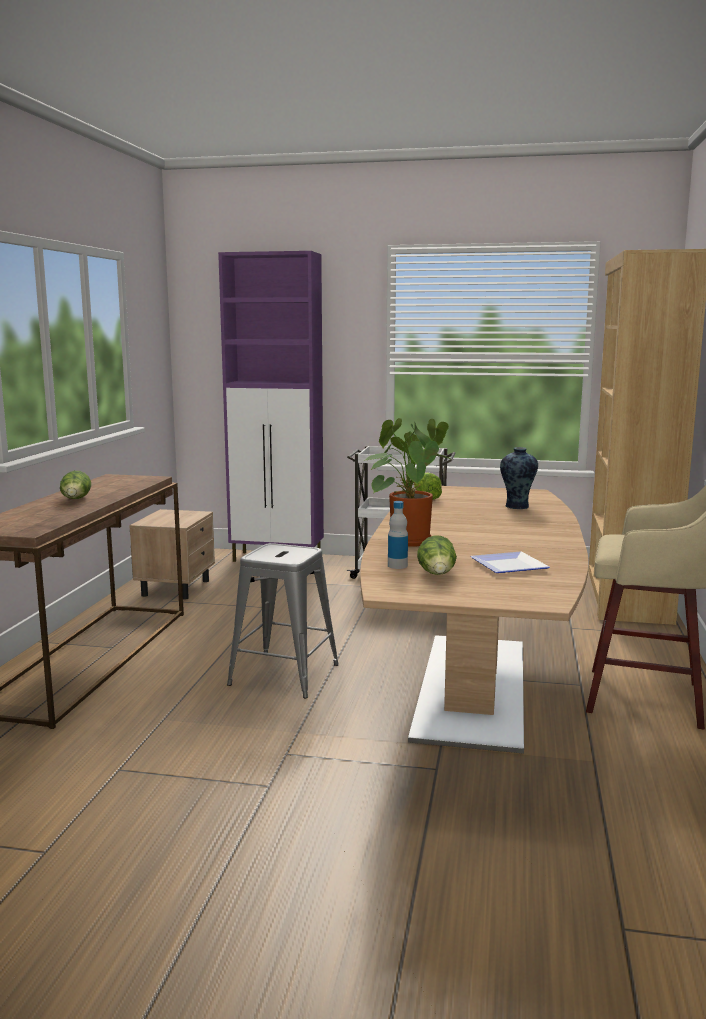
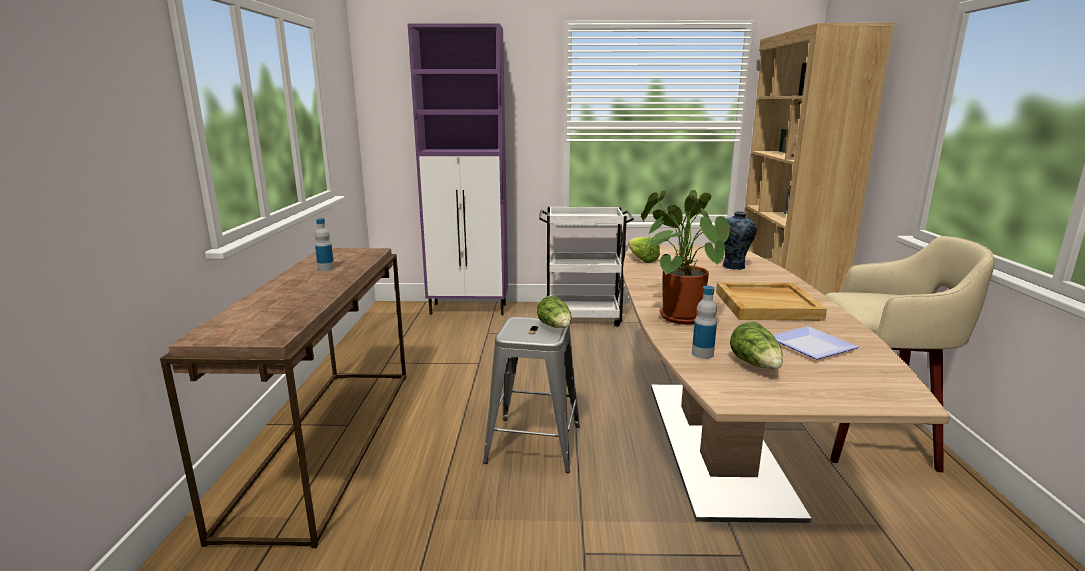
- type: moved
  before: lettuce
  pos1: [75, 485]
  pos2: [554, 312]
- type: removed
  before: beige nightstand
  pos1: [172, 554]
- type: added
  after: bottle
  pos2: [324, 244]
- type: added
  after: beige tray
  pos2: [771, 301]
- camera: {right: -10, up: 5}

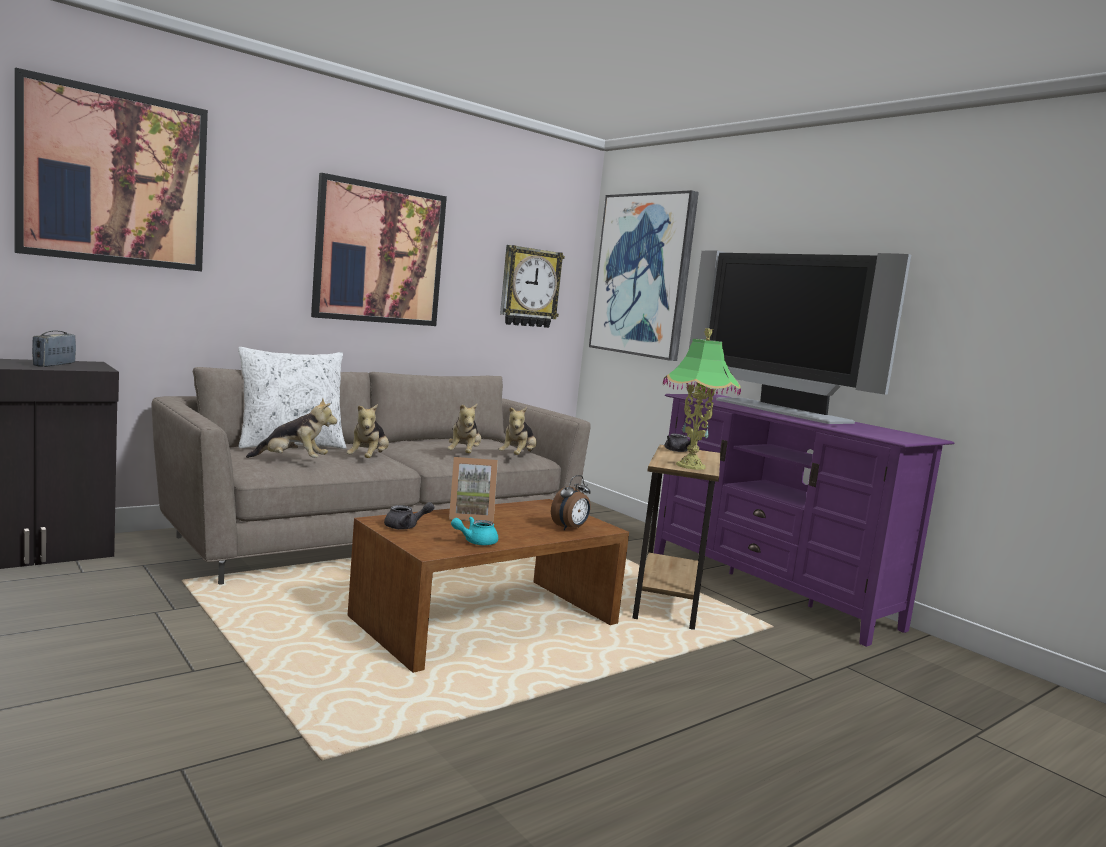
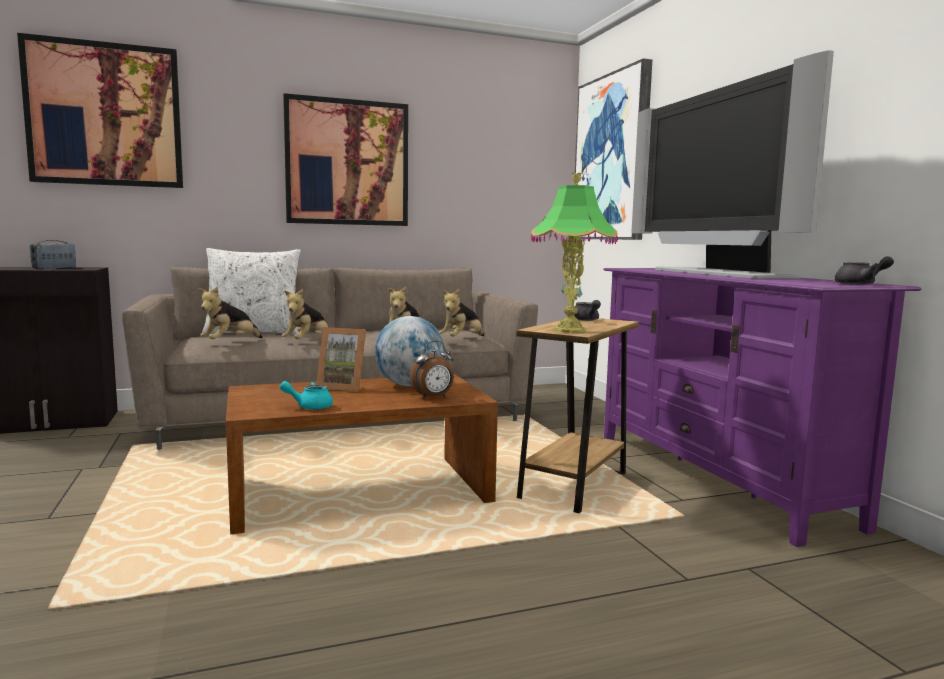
- type: removed
  before: wall clock
  pos1: [532, 286]
- type: turned
  before: plush toy
  pos1: [291, 428]
  pos2: [231, 313]
  turn: 105
- type: moved
  before: grey teapot
  pos1: [409, 516]
  pos2: [864, 270]
- type: added
  after: globe
  pos2: [410, 351]
- camera: {right: 20, up: 0}

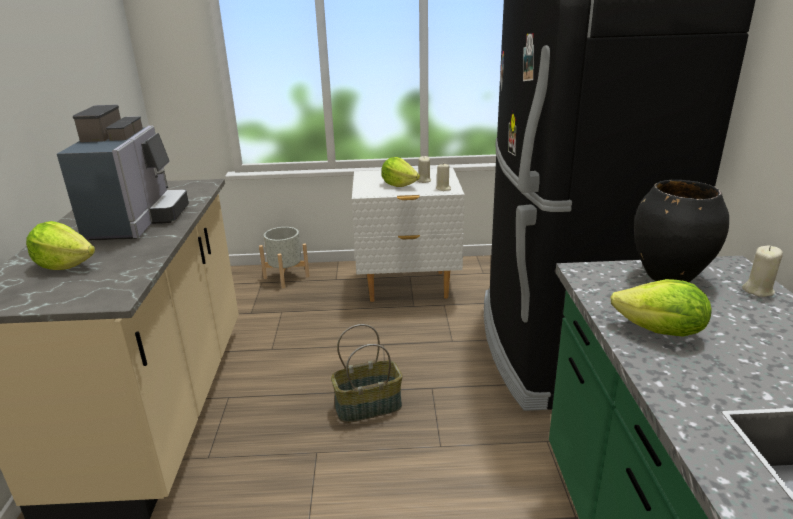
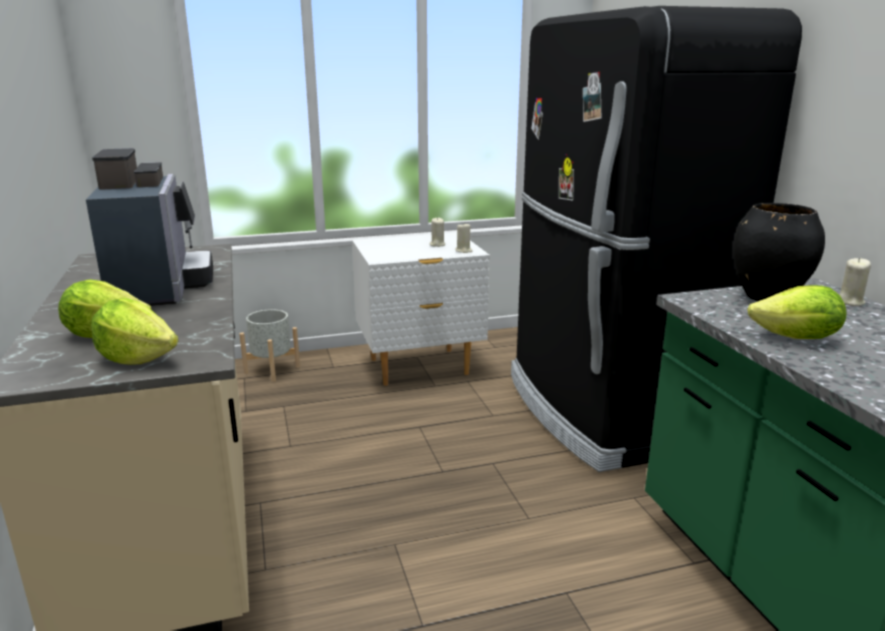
- type: moved
  before: lettuce
  pos1: [400, 172]
  pos2: [135, 331]
- type: removed
  before: basket
  pos1: [367, 373]
- camera: {right: -15, up: -5}

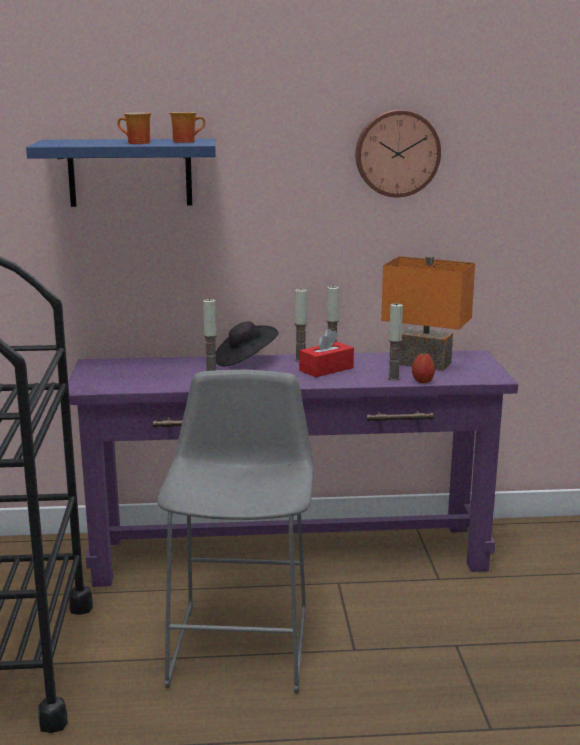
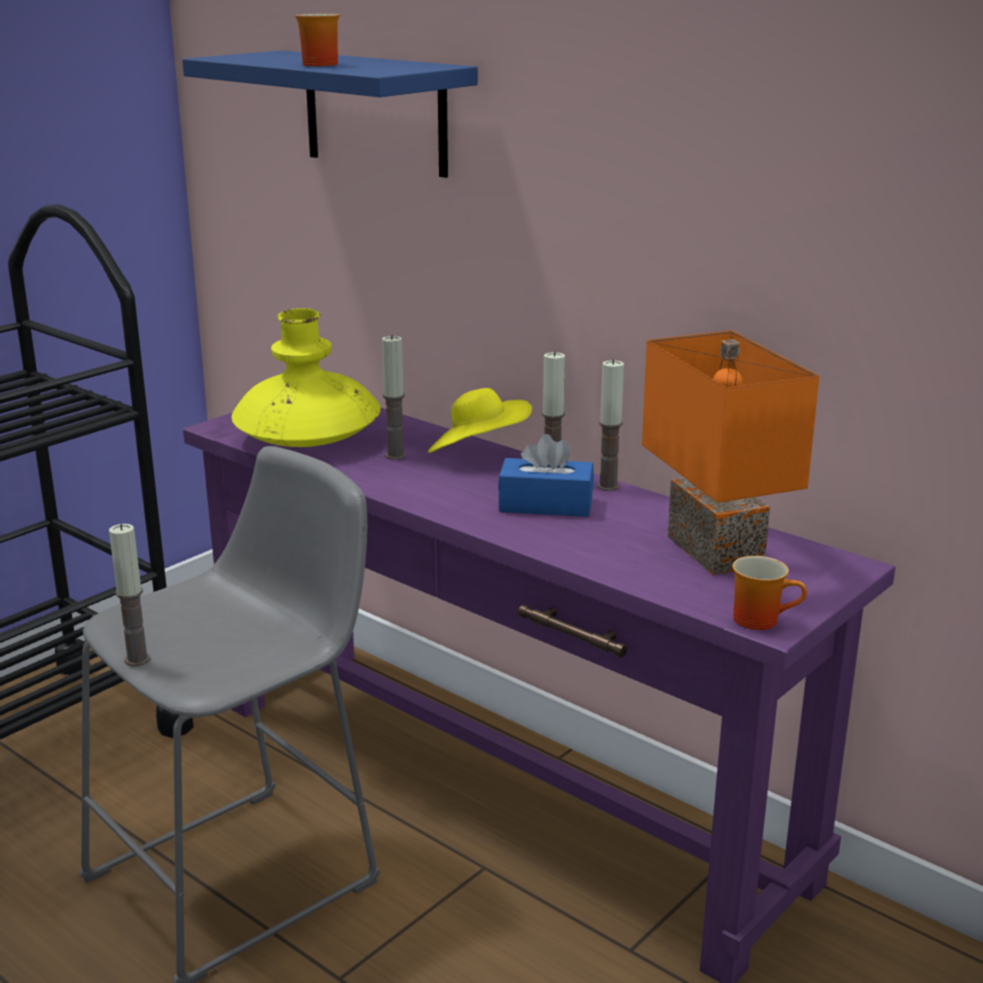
- type: removed
  before: wall clock
  pos1: [398, 153]
- type: moved
  before: mug
  pos1: [187, 127]
  pos2: [769, 593]
- type: moved
  before: candle
  pos1: [395, 341]
  pos2: [130, 595]
- type: recoloured
  before: black hat
  after: yellow hat
  pos1: [247, 344]
  pos2: [480, 420]
- type: recoloured
  before: red tissue box
  after: blue tissue box
  pos1: [326, 353]
  pos2: [546, 475]
- type: removed
  before: apple
  pos1: [423, 368]
- type: added
  after: yellow vase
  pos2: [306, 377]
- camera: {right: 45, up: 5}

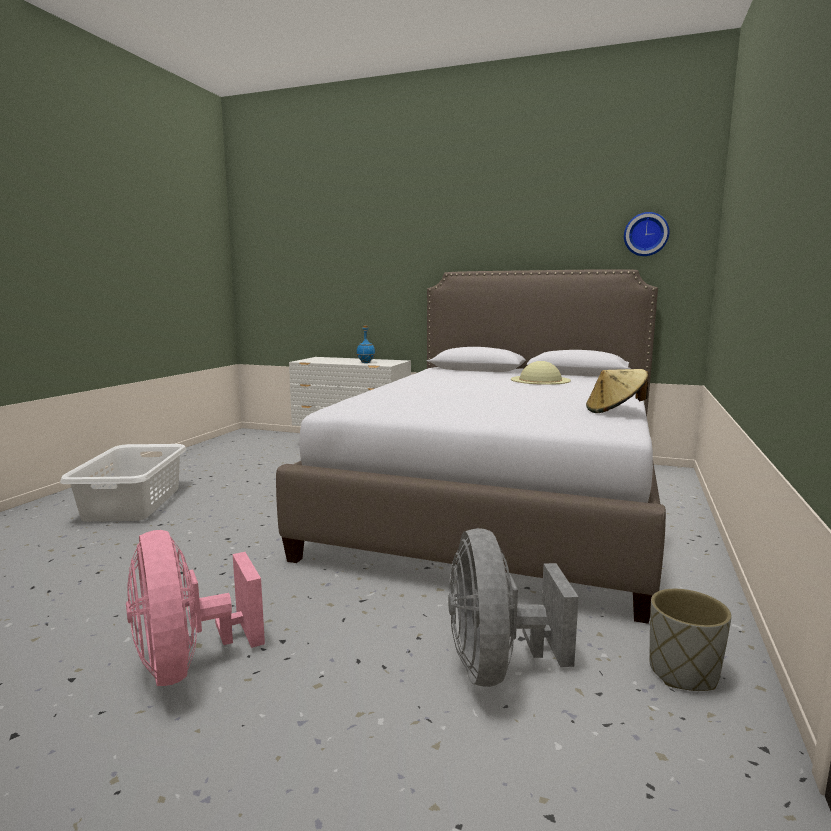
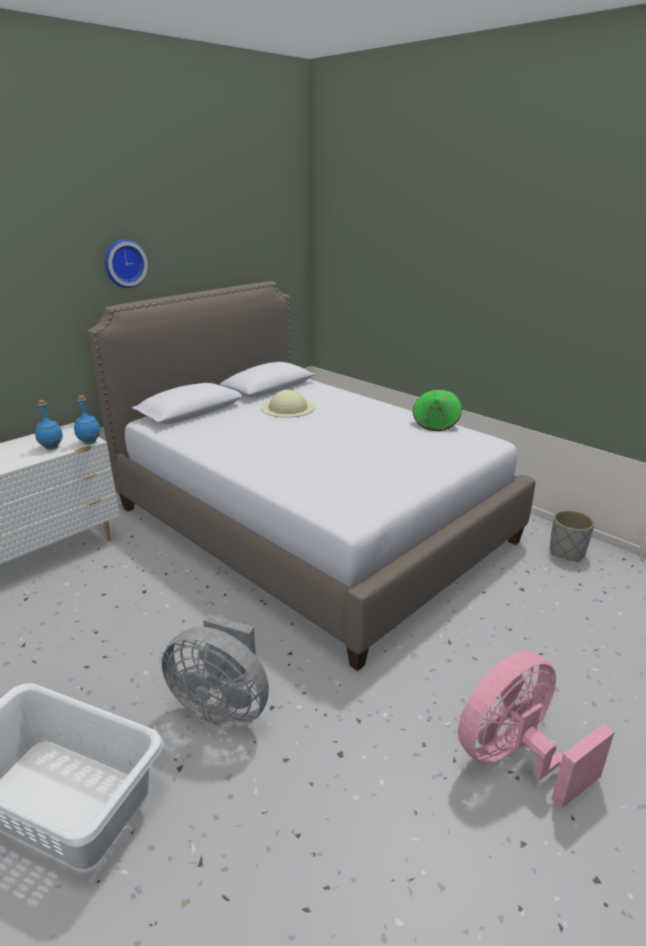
- type: moved
  before: wall clock
  pos1: [646, 234]
  pos2: [126, 263]
- type: recoloured
  before: beige hat
  after: green hat
  pos1: [617, 391]
  pos2: [437, 410]
- type: moved
  before: grey fan
  pos1: [513, 607]
  pos2: [215, 671]
- type: turned
  before: pink fan
  pos1: [195, 608]
  pos2: [536, 730]
  turn: 150
- type: added
  after: blue bottle
  pos2: [87, 419]
- camera: {right: -65, up: 15}

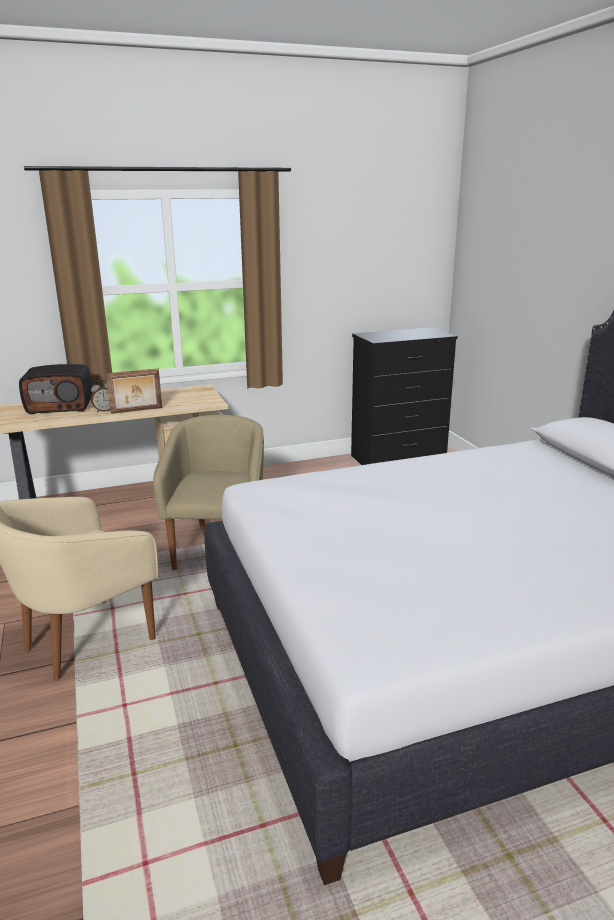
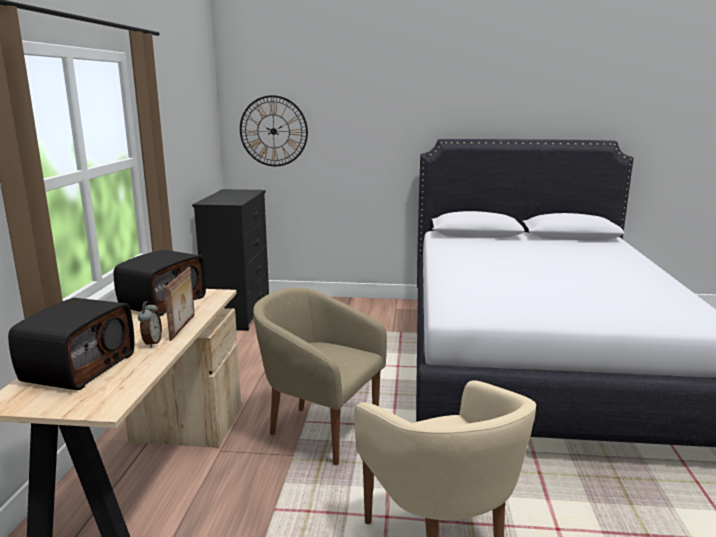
- type: added
  after: wall clock
  pos2: [274, 130]
- type: added
  after: radio
  pos2: [160, 283]
- camera: {right: -65, up: -5}

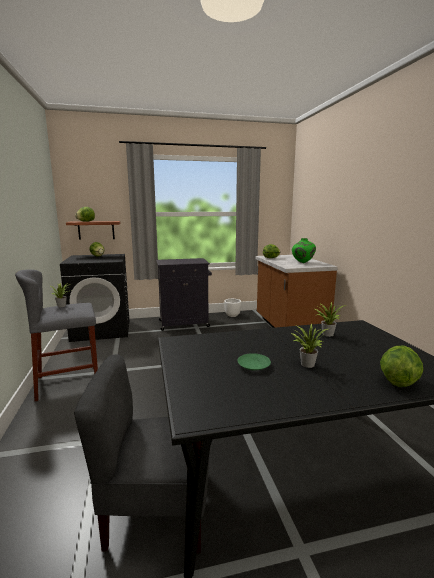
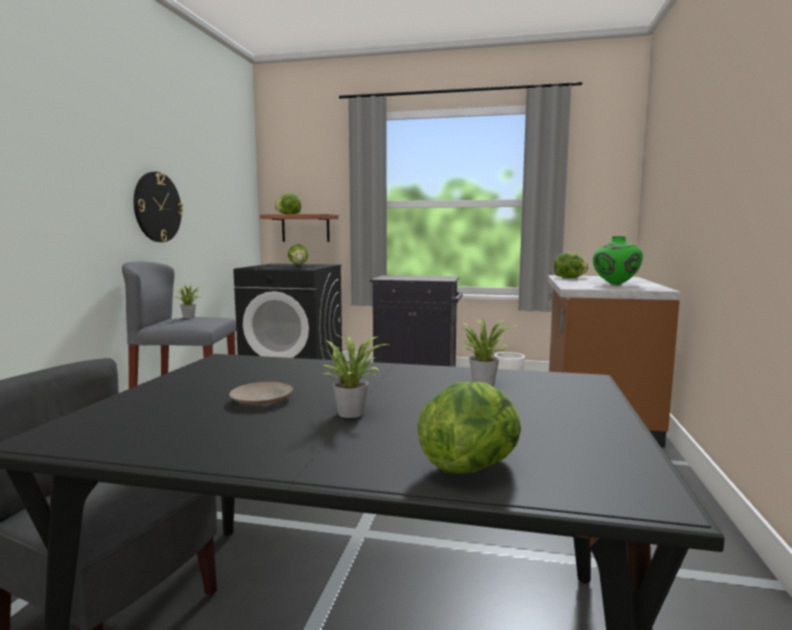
- type: recoloured
  before: green plate
  after: beige plate
  pos1: [254, 361]
  pos2: [261, 393]
- type: added
  after: wall clock
  pos2: [158, 207]
- camera: {right: 25, up: -5}

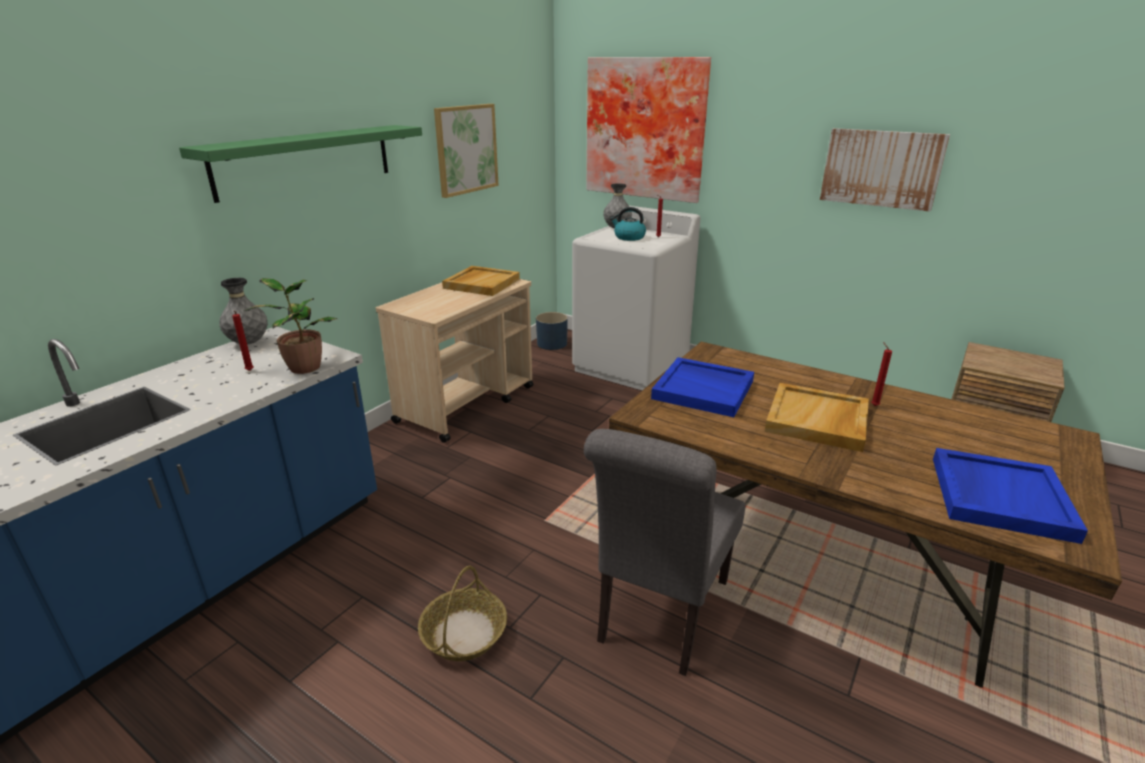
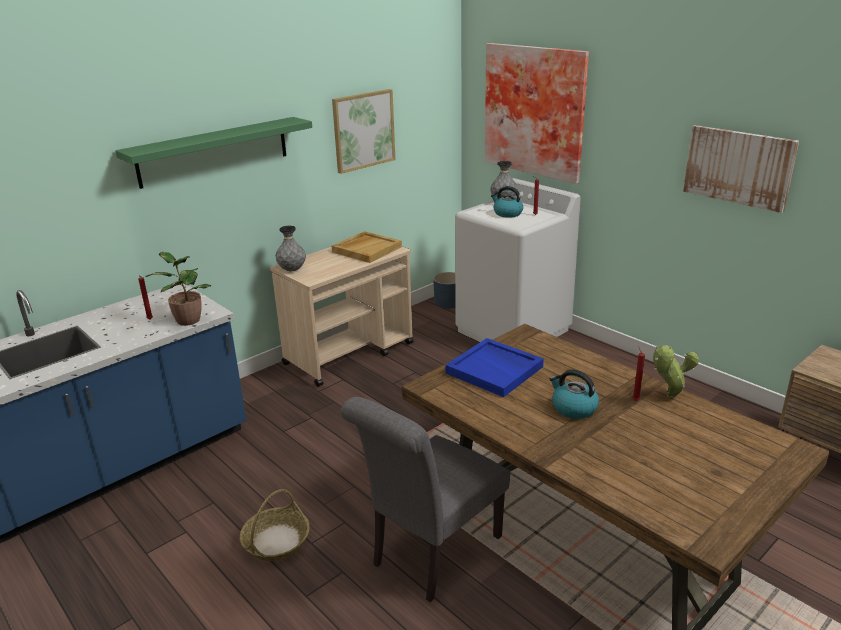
- type: moved
  before: grey vase
  pos1: [243, 311]
  pos2: [291, 248]
- type: replaced
  before: beige tray
  after: kettle
  pos1: [817, 417]
  pos2: [574, 394]
- type: removed
  before: blue tray
  pos1: [1010, 496]
- type: added
  after: potted plant
  pos2: [676, 371]
- camera: {right: 15, up: 0}

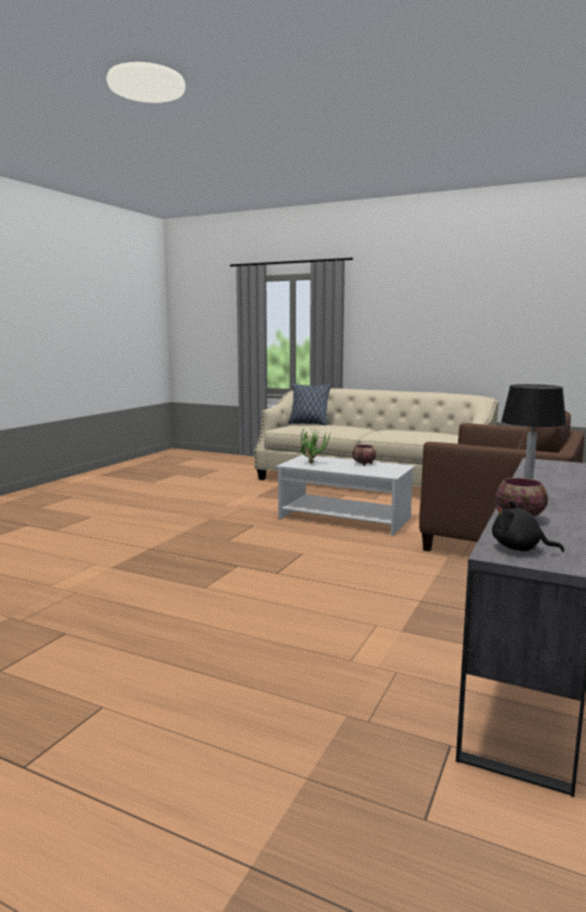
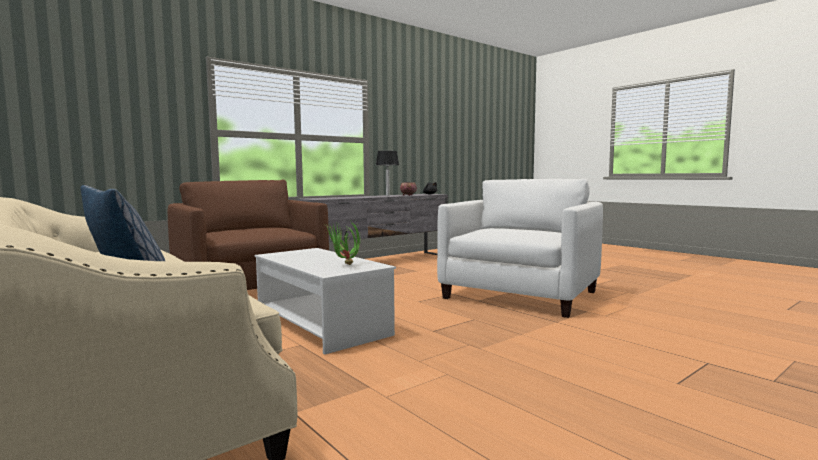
- type: removed
  before: bowl
  pos1: [364, 455]
- type: added
  after: white armchair
  pos2: [520, 248]
- camera: {right: -155, up: -5}

